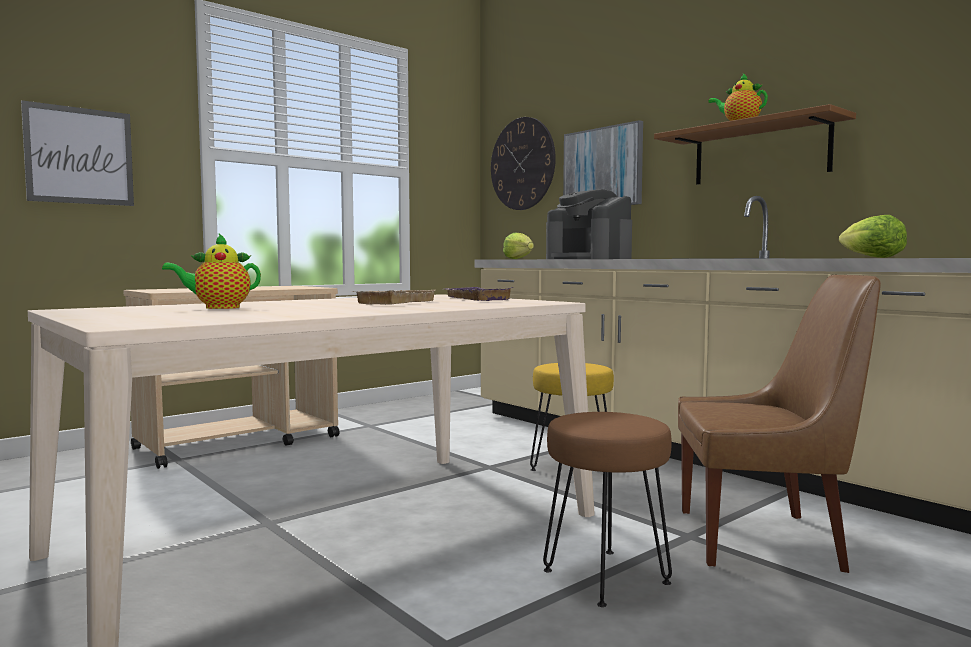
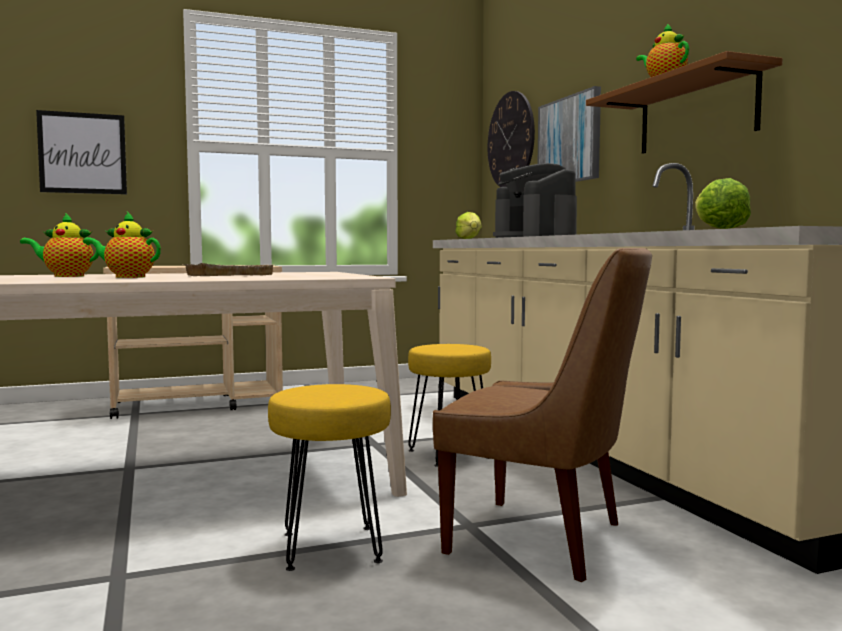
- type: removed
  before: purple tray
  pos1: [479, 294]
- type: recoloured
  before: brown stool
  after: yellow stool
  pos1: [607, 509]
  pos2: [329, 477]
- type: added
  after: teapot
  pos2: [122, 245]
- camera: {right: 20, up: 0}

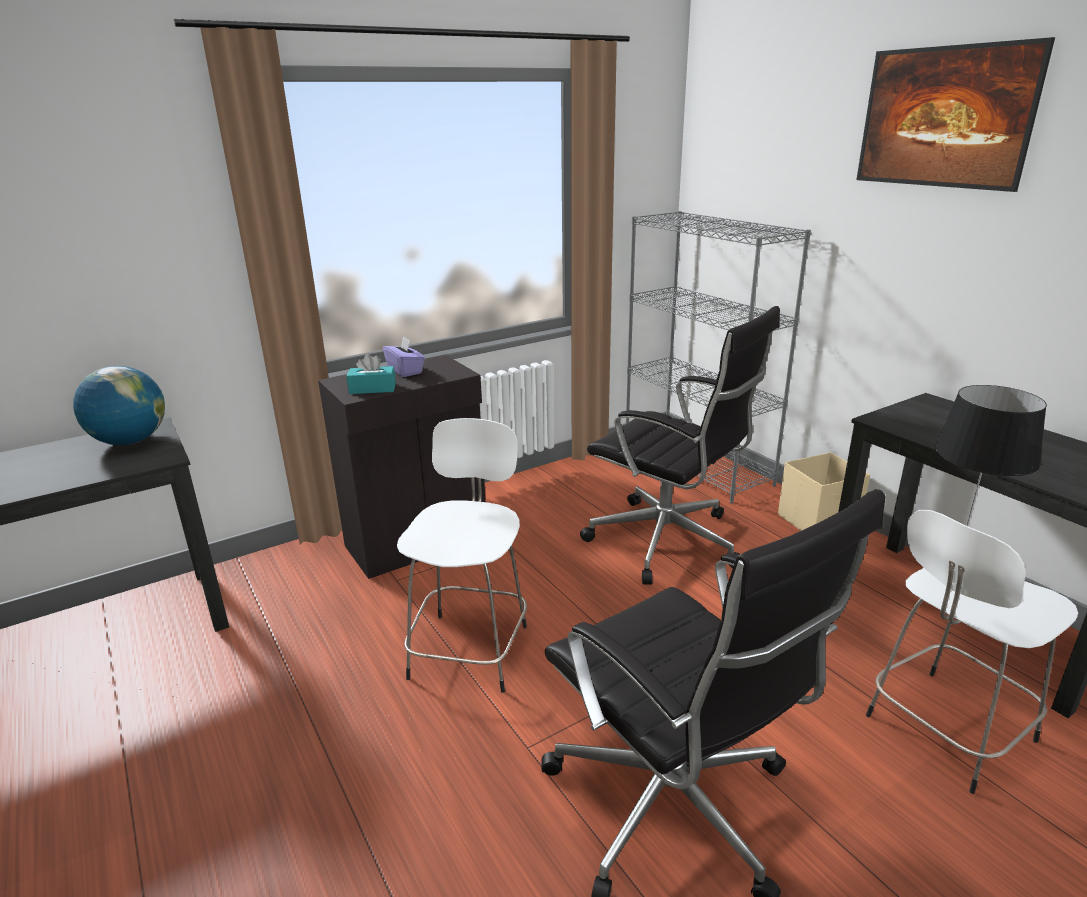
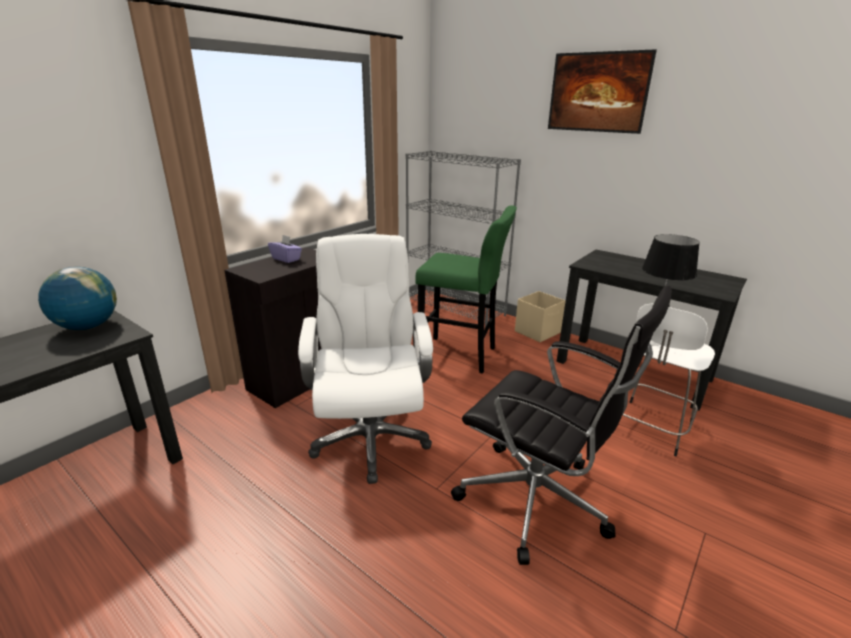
- type: replaced
  before: black office chair
  after: green stool
  pos1: [680, 445]
  pos2: [466, 289]
- type: removed
  before: turquoise tissue box
  pos1: [371, 373]
- type: replaced
  before: white stool
  after: white office chair
  pos1: [462, 555]
  pos2: [365, 359]
- camera: {right: -20, up: 0}

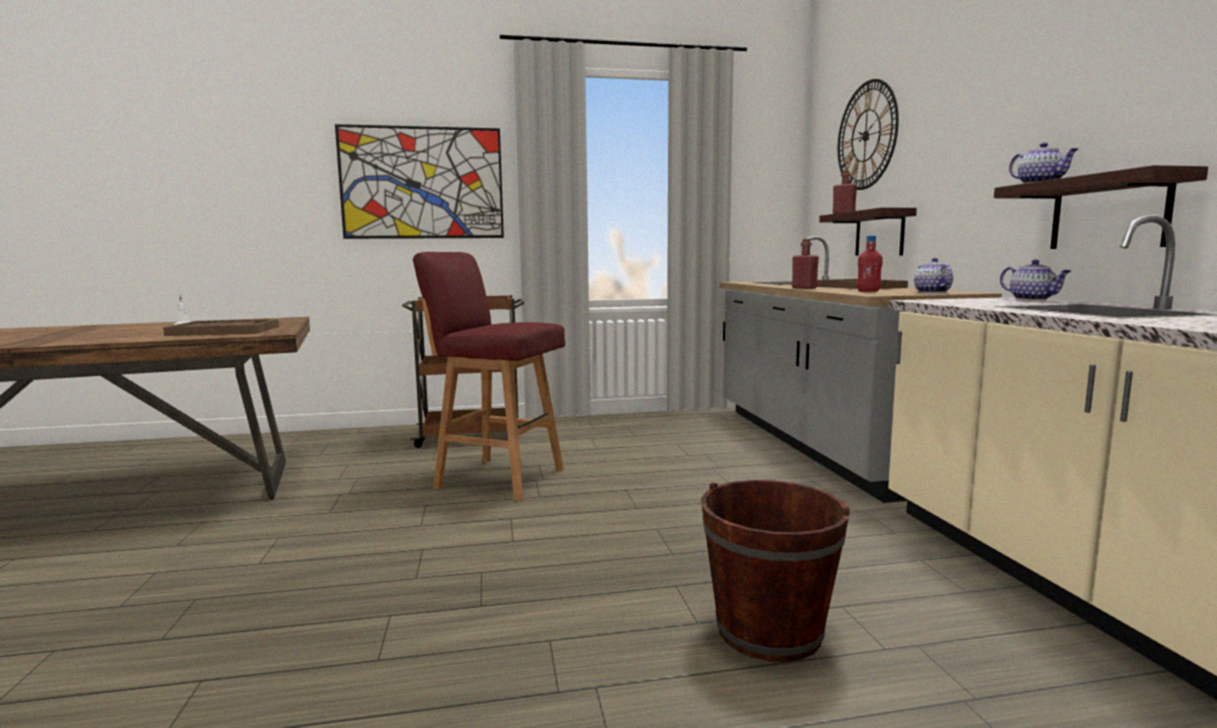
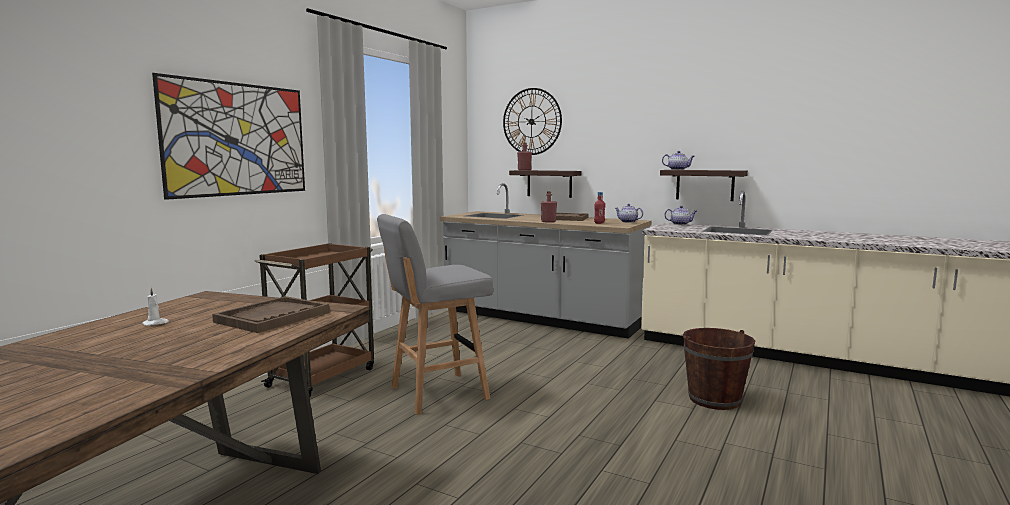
- type: recoloured
  before: red stool
  after: grey stool
  pos1: [489, 376]
  pos2: [435, 314]
- camera: {right: -50, up: 0}

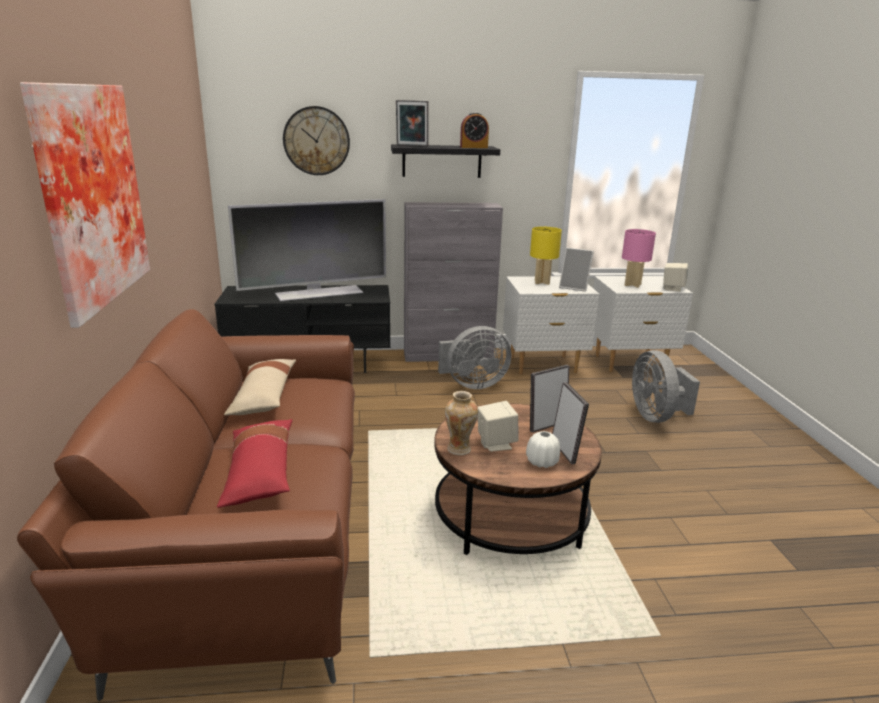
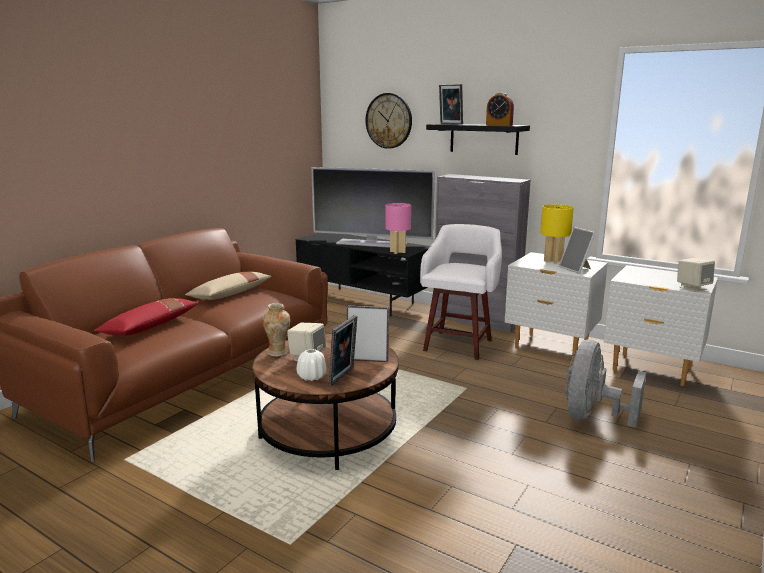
- type: removed
  before: picture
  pos1: [85, 205]
- type: moved
  before: pink table lamp
  pos1: [639, 258]
  pos2: [398, 228]
- type: replaced
  before: grey fan
  after: white stool
  pos1: [474, 357]
  pos2: [461, 292]
- camera: {right: 40, up: -5}

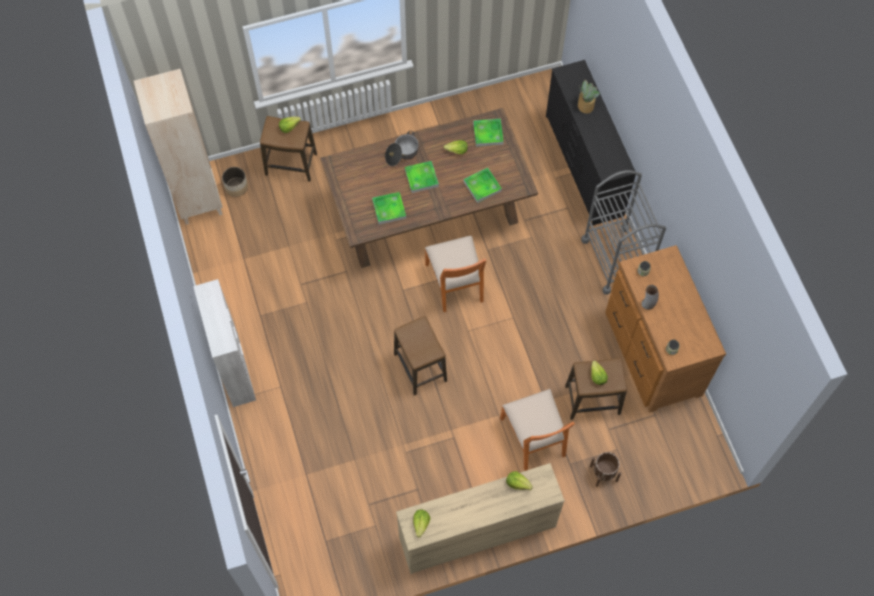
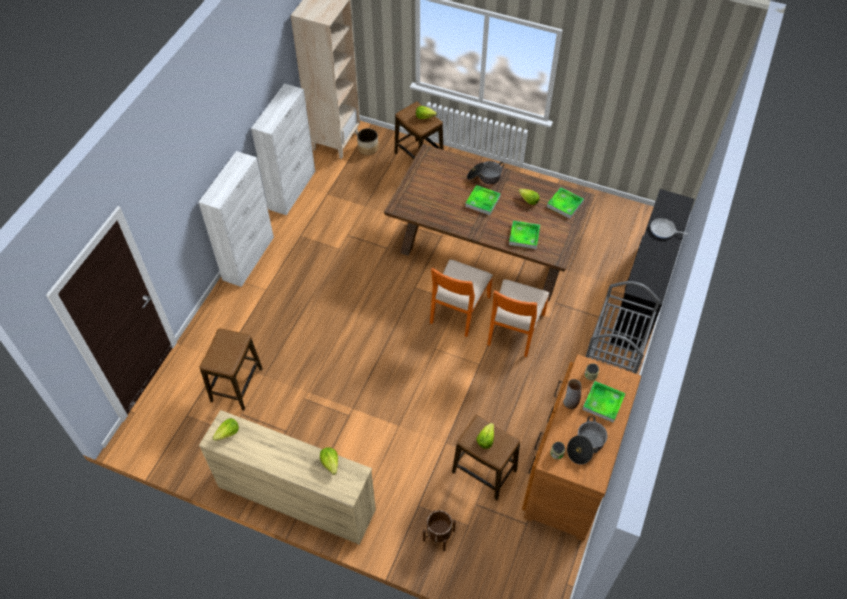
- type: replaced
  before: potted plant
  after: frying pan
  pos1: [589, 97]
  pos2: [669, 228]
- type: moved
  before: tray
  pos1: [389, 208]
  pos2: [604, 402]
- type: moved
  before: stool
  pos1: [420, 356]
  pos2: [231, 369]
- type: moved
  before: orange chair
  pos1: [537, 430]
  pos2: [518, 318]
- type: added
  after: white cabinet
  pos2: [283, 149]
- type: added
  after: cooking pot
  pos2: [587, 440]
- camera: {right: 40, up: -10}

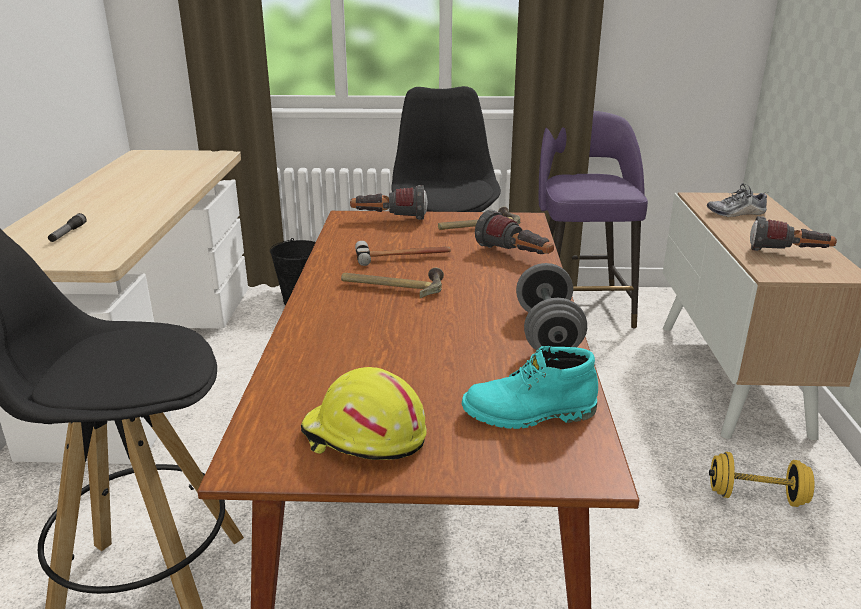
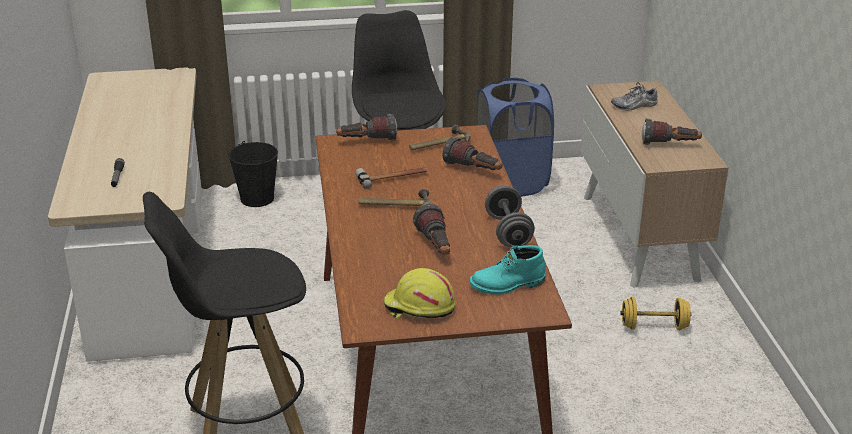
- type: replaced
  before: purple stool
  after: blue laundry basket
  pos1: [593, 220]
  pos2: [516, 137]
- type: added
  after: flashlight
  pos2: [431, 229]
- camera: {right: -10, up: 5}

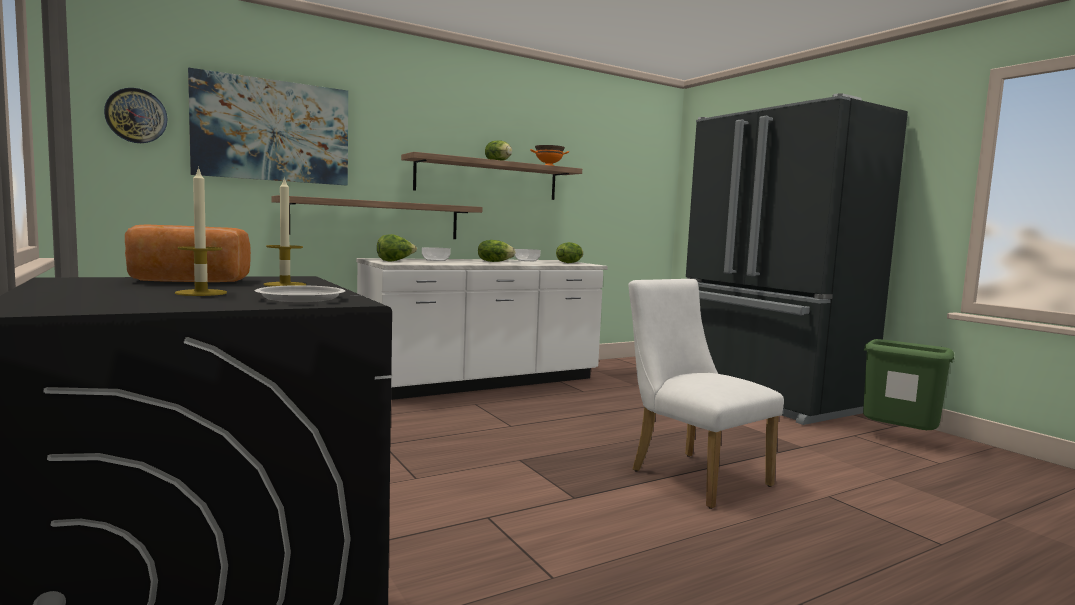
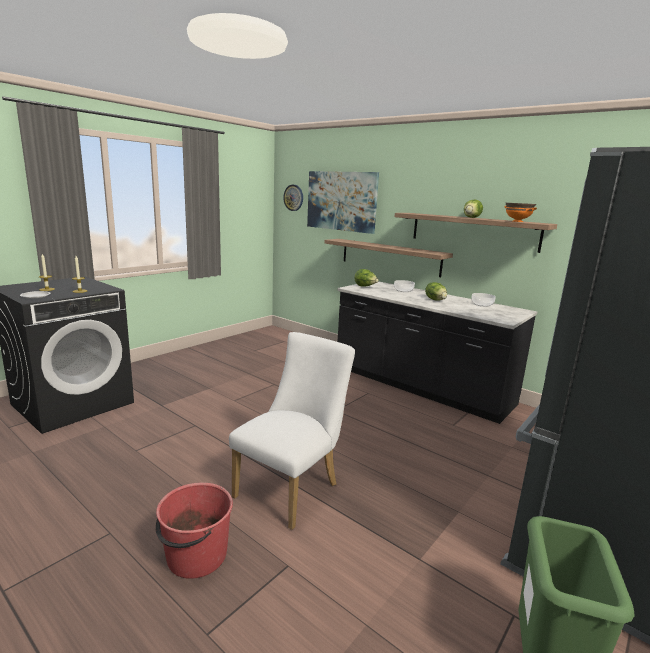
- type: removed
  before: bread
  pos1: [188, 253]
- type: removed
  before: lettuce
  pos1: [569, 252]
- type: recoloured
  before: white counter
  after: black counter
  pos1: [482, 329]
  pos2: [437, 352]
- type: added
  after: red bucket
  pos2: [194, 530]
- camera: {right: 70, up: 10}

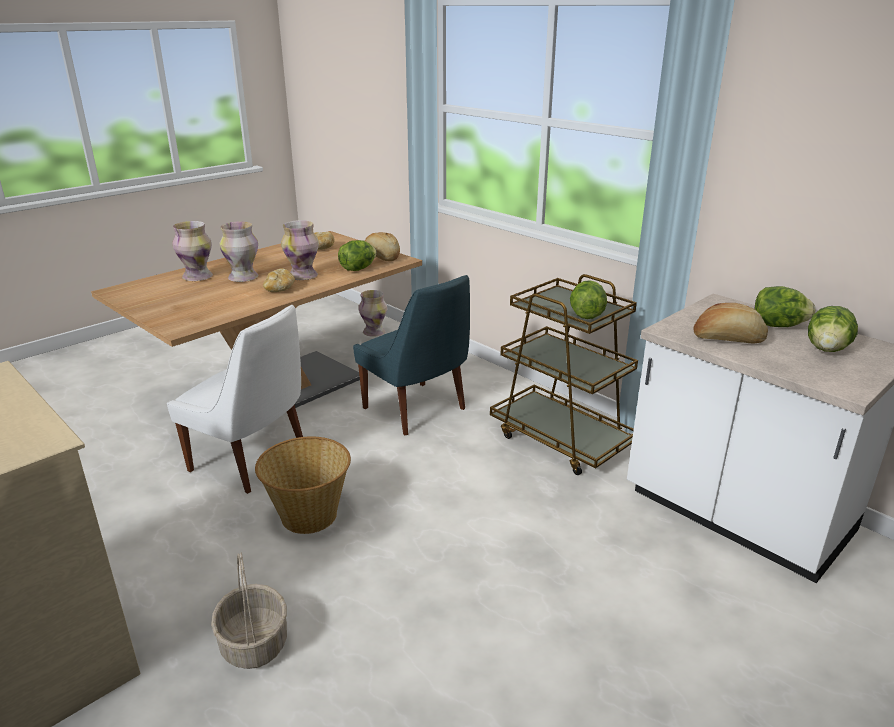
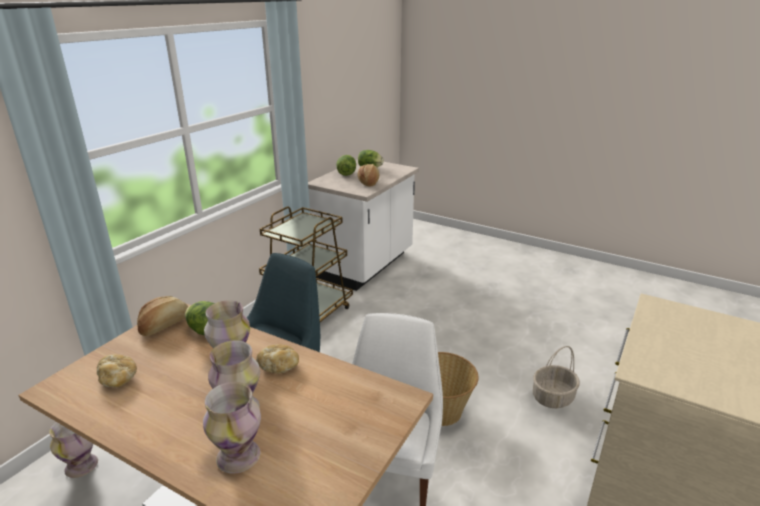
- type: removed
  before: lettuce
  pos1: [588, 299]
- camera: {right: -105, up: 0}

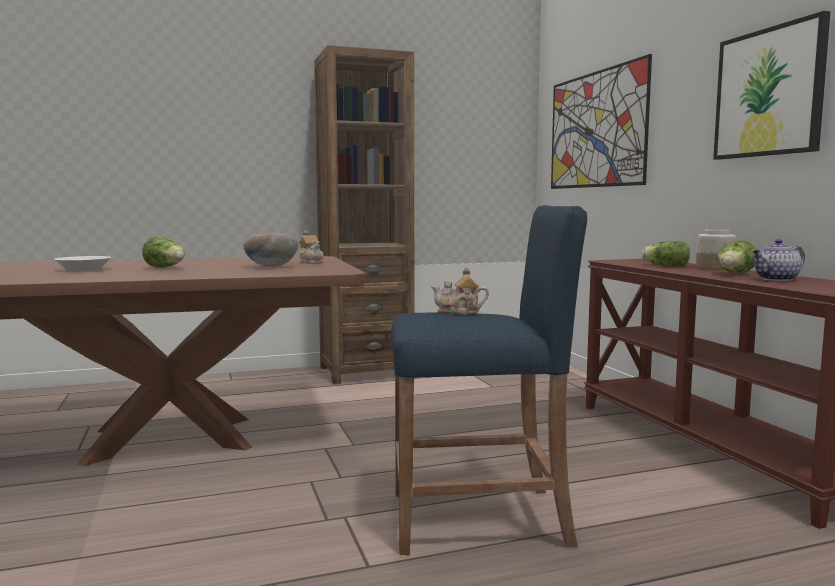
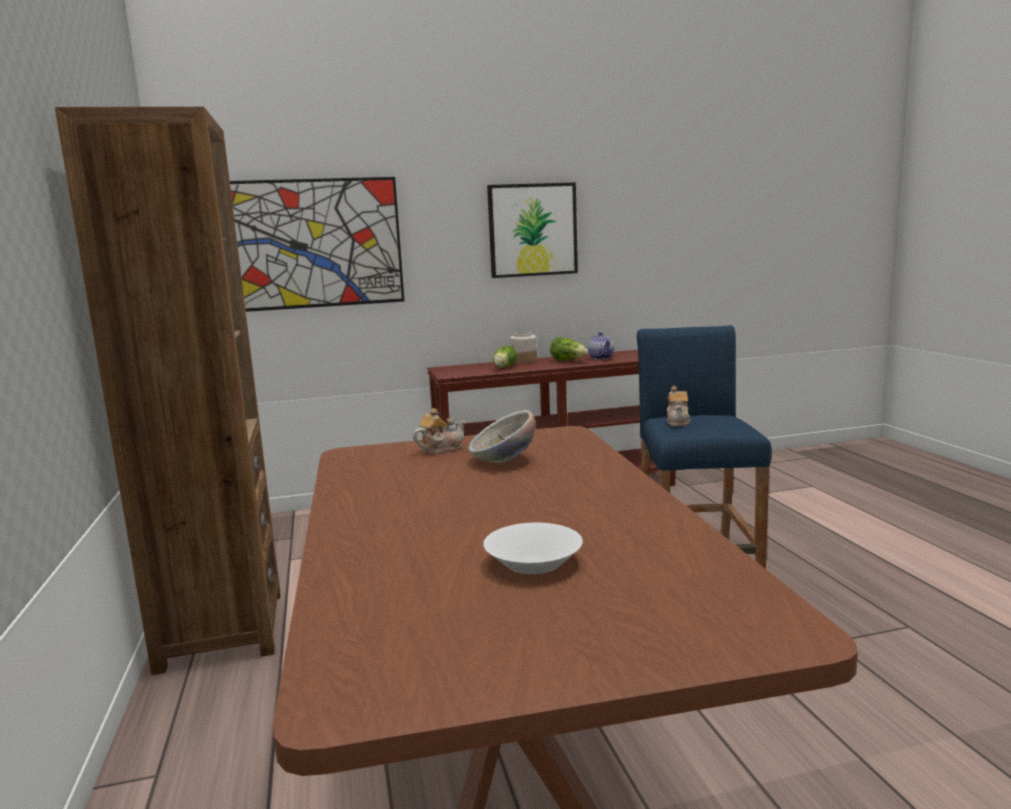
- type: removed
  before: lettuce
  pos1: [163, 252]
- camera: {right: -85, up: 5}

